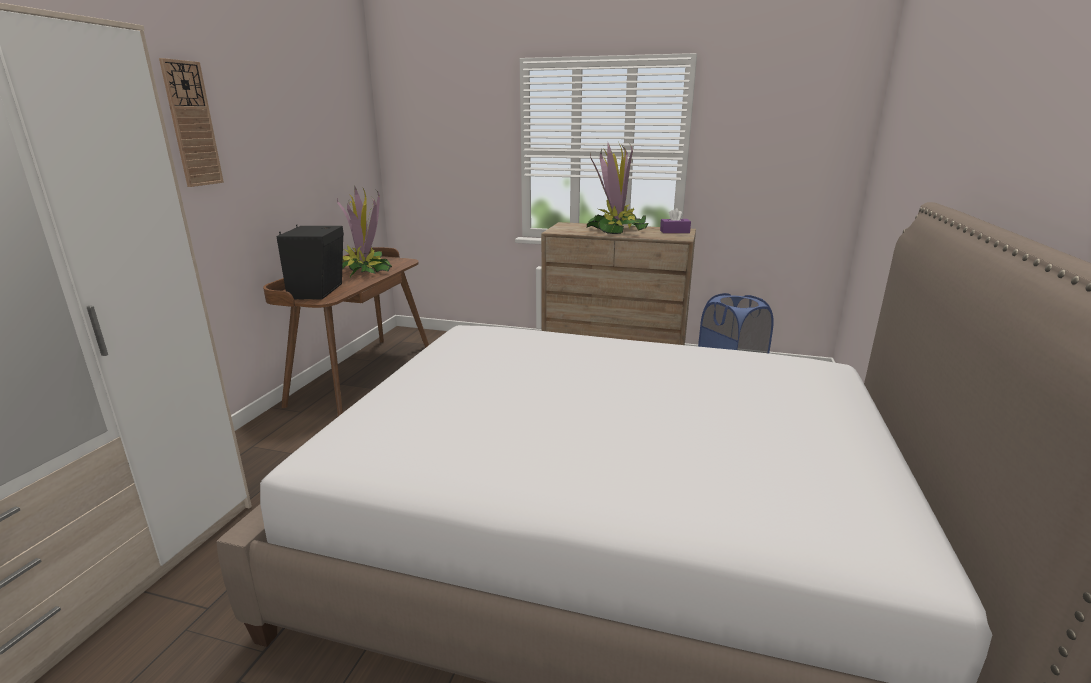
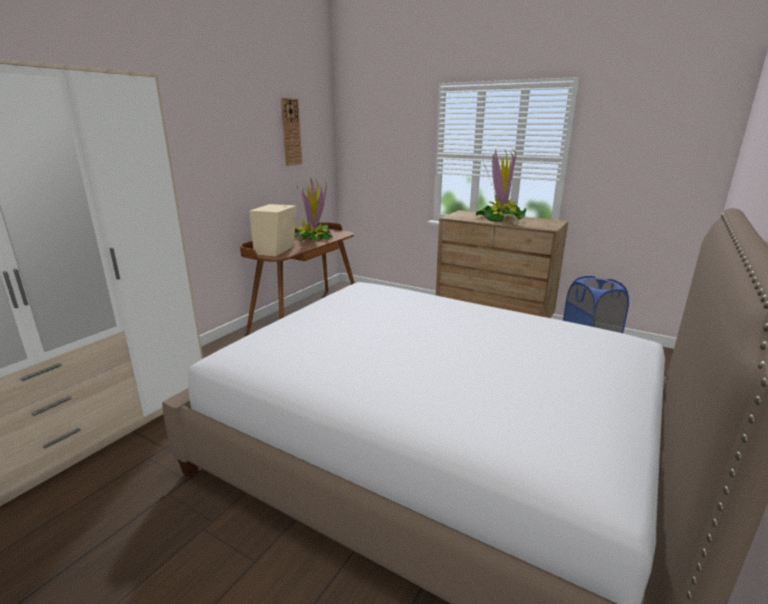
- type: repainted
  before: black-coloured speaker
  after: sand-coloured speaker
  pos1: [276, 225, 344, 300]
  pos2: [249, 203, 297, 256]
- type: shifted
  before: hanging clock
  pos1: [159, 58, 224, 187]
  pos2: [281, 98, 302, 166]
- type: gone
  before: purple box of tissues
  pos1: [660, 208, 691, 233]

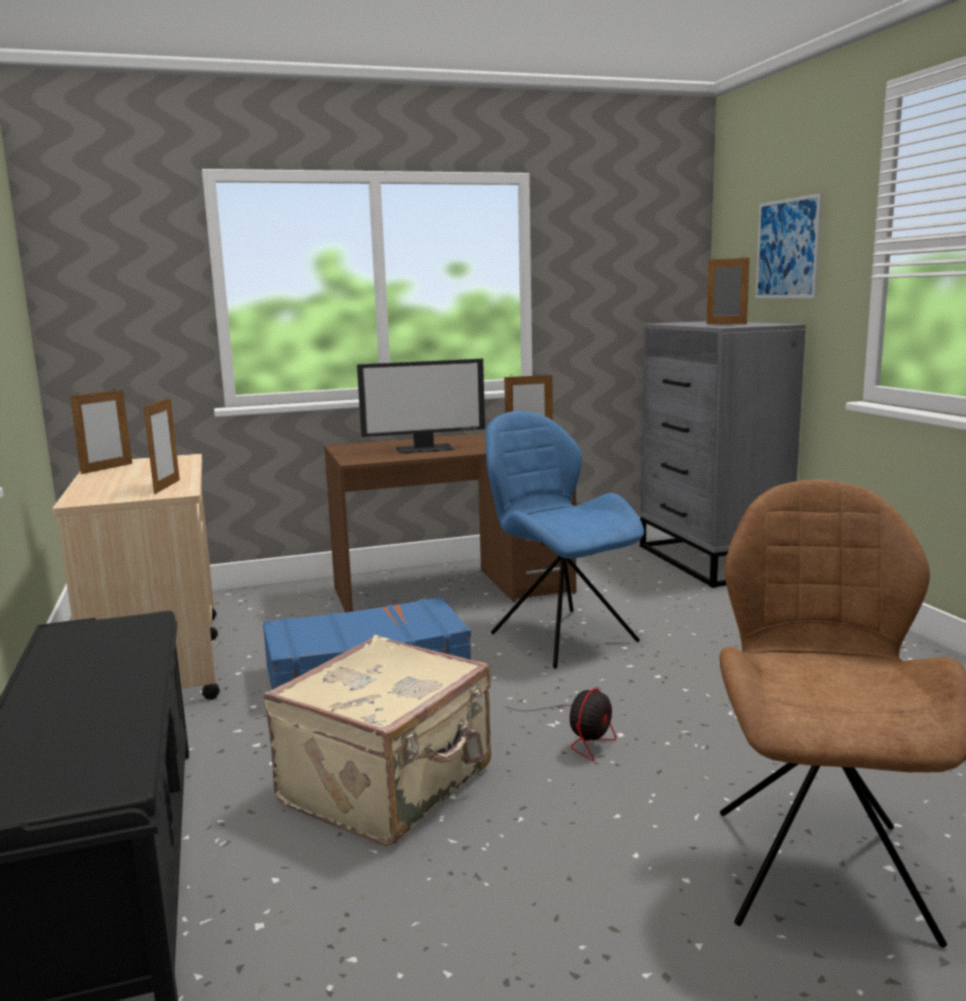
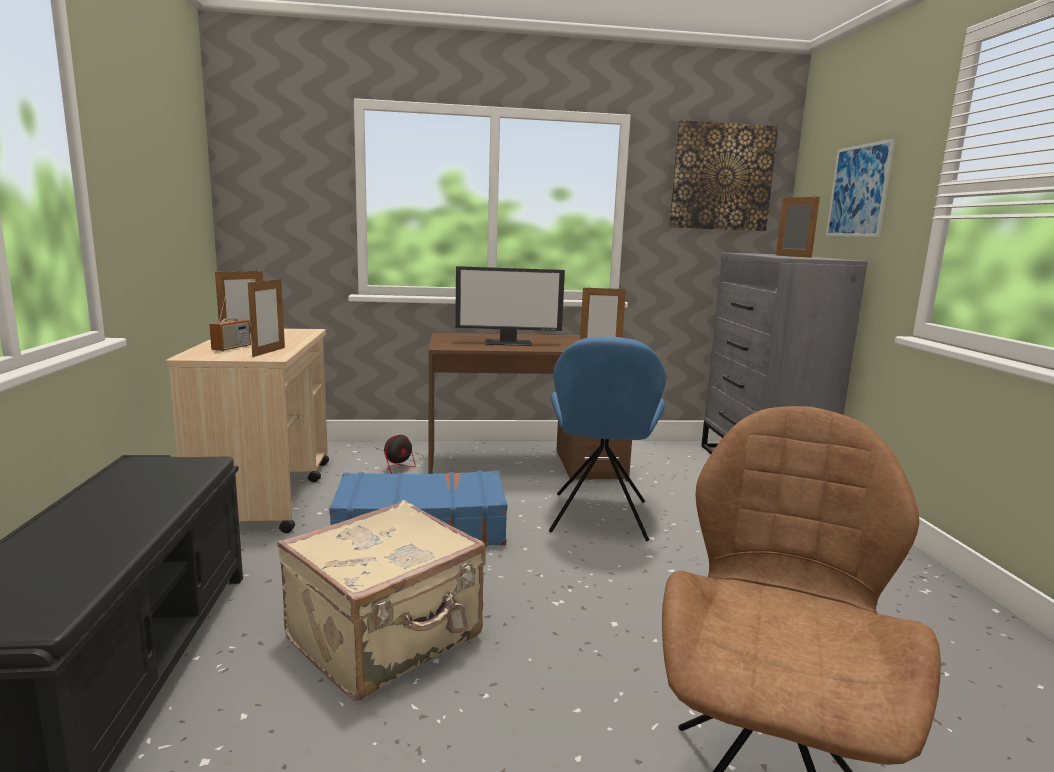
- type: new
  after: radio receiver
  pos2: [209, 291, 251, 352]
- type: shifted
  before: cooling fan
  pos1: [506, 689, 616, 761]
  pos2: [379, 435, 424, 474]
- type: rotated
  before: blue-coloured chair
  pos1: [485, 411, 644, 669]
  pos2: [549, 336, 666, 541]
  turn: -150
- type: new
  after: wall art
  pos2: [669, 120, 779, 231]

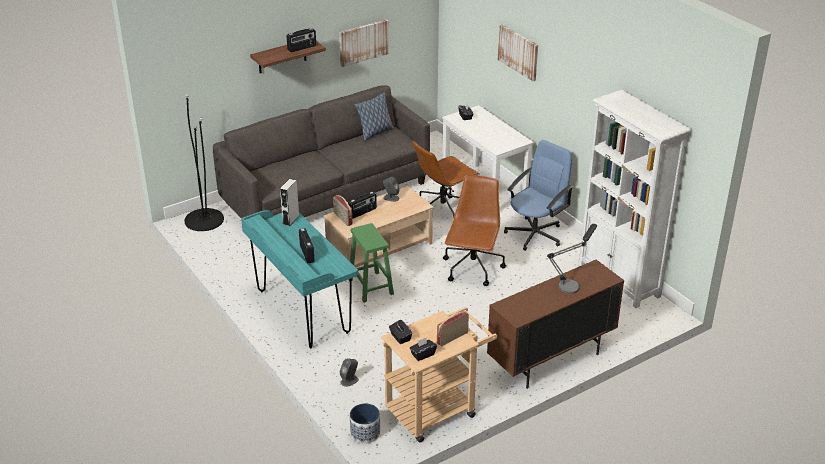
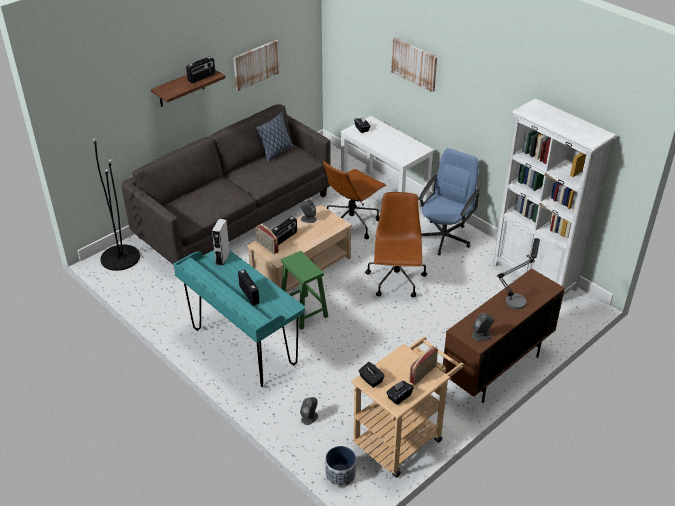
- type: new
  after: greyish speaker
  pos2: [472, 313, 494, 341]

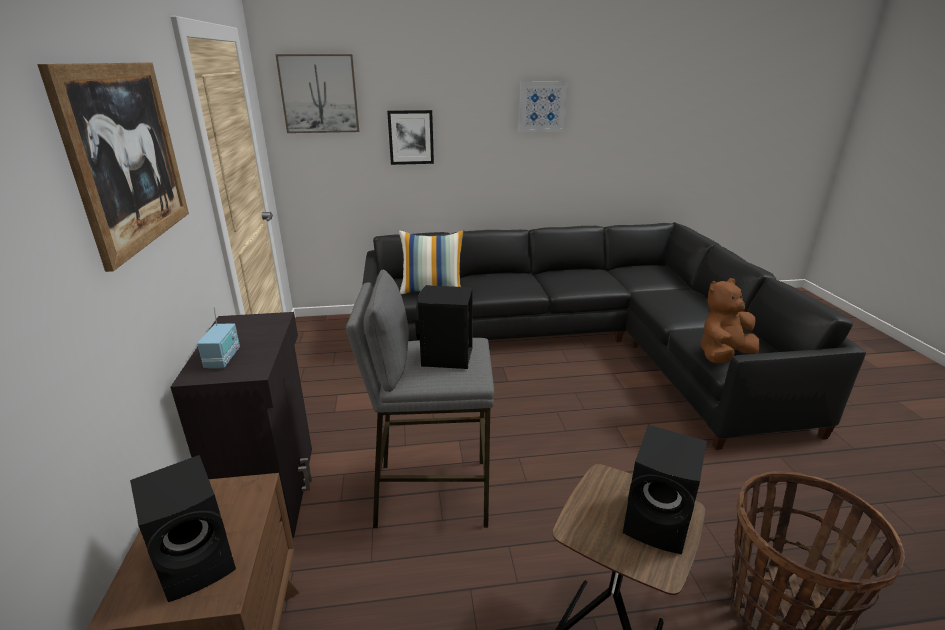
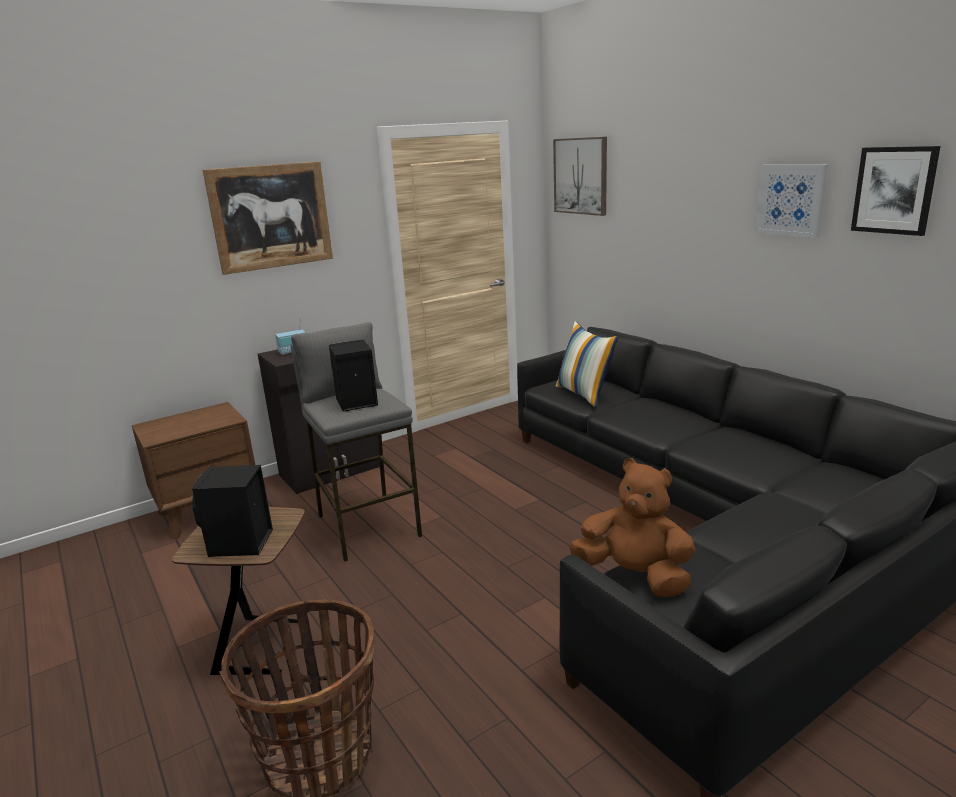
- type: shifted
  before: wall art
  pos1: [387, 110, 434, 165]
  pos2: [851, 146, 940, 236]
- type: gone
  before: black-coloured speaker
  pos1: [130, 455, 236, 602]

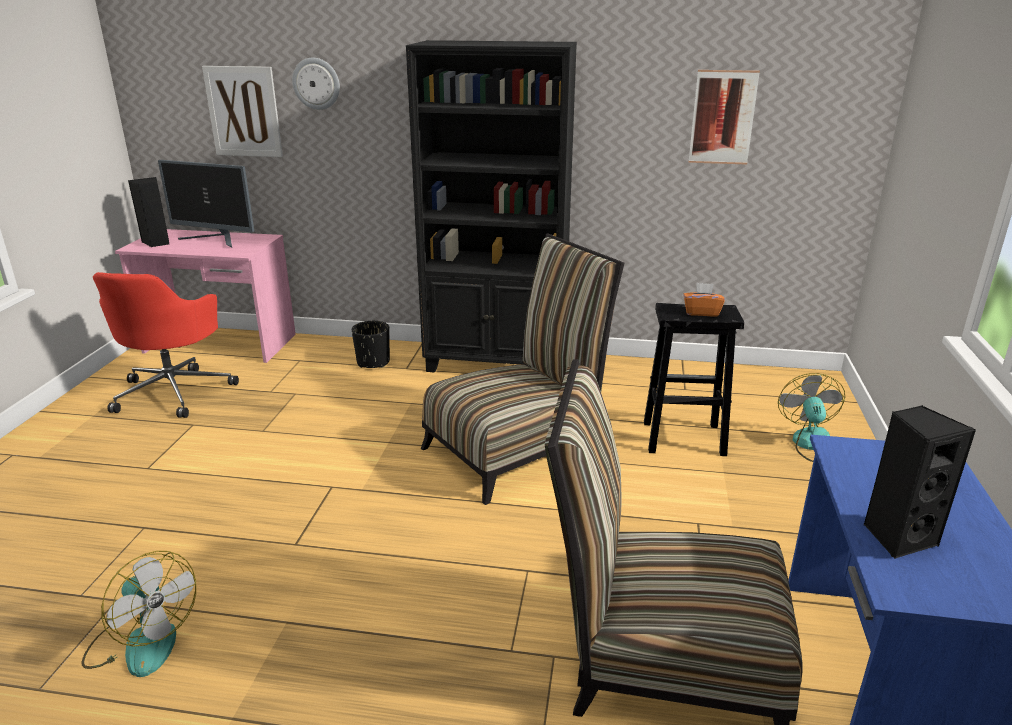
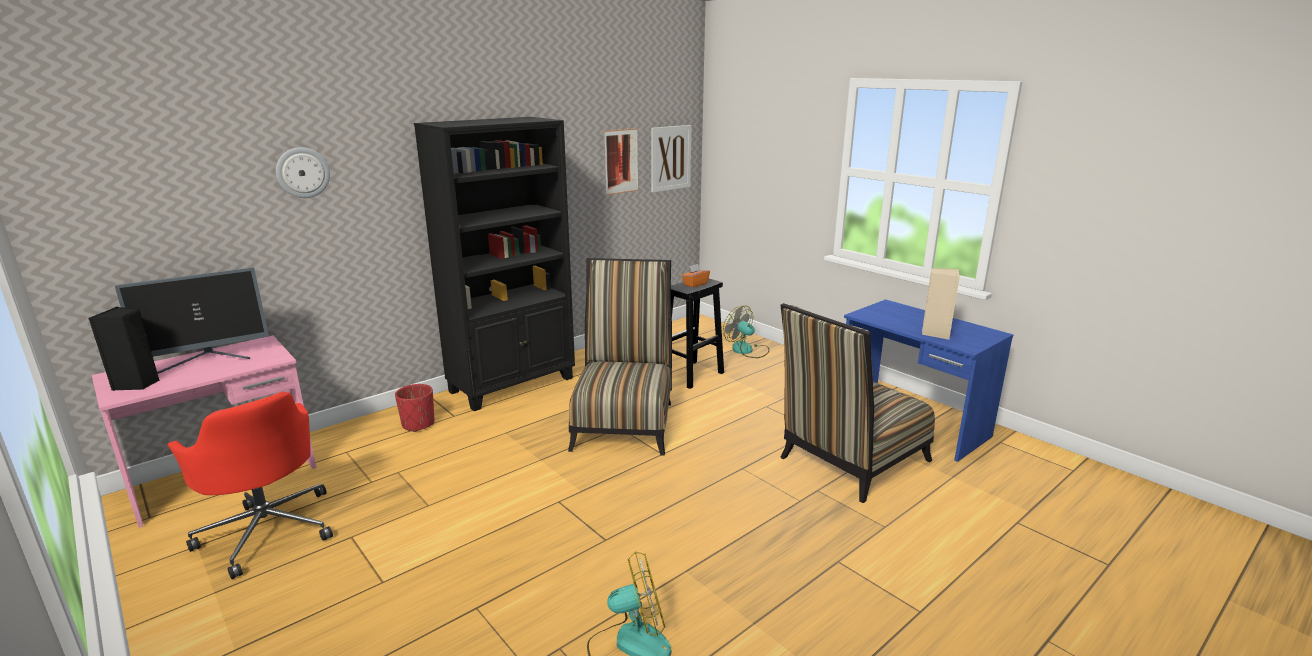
- type: repainted
  before: black-coloured flower pot
  after: red flower pot
  pos1: [352, 321, 390, 368]
  pos2: [395, 384, 435, 432]
- type: shifted
  before: wall art
  pos1: [202, 66, 283, 157]
  pos2: [651, 125, 691, 193]
- type: repainted
  before: black-coloured speaker
  after: sand-coloured speaker
  pos1: [864, 405, 976, 559]
  pos2: [922, 268, 960, 340]

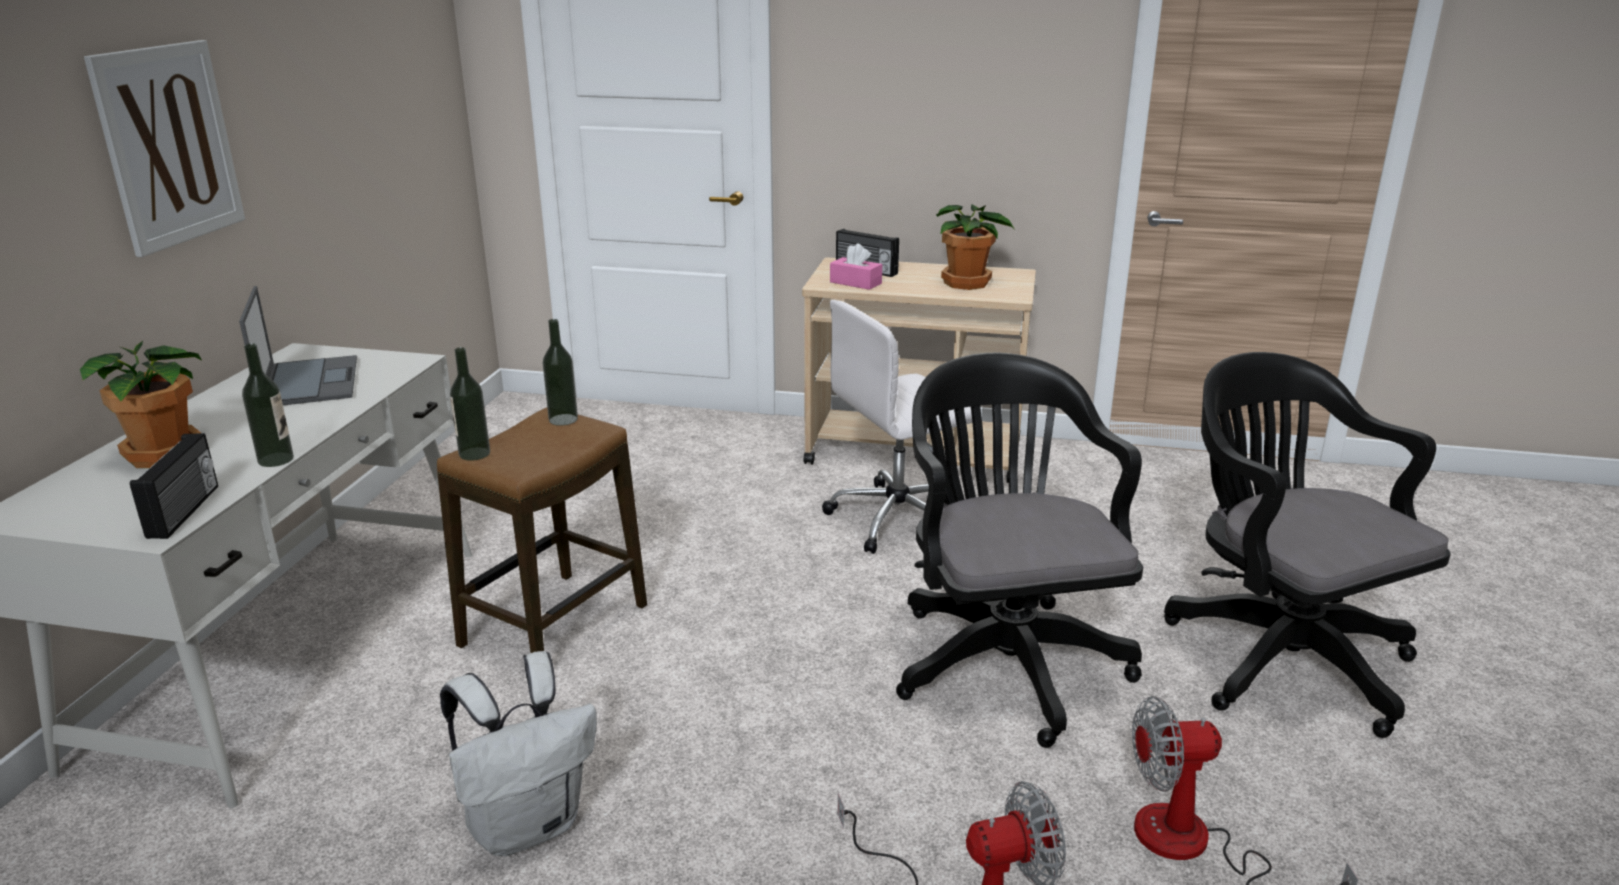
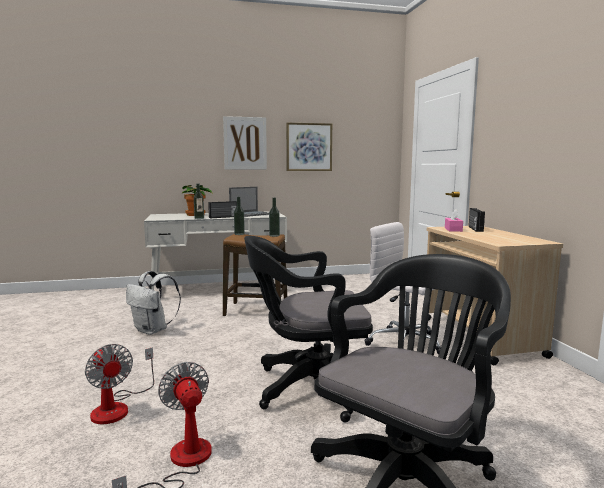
- type: shifted
  before: radio receiver
  pos1: [130, 433, 218, 539]
  pos2: [208, 201, 237, 218]
- type: rotated
  before: black-coloured desk chair
  pos1: [896, 353, 1143, 748]
  pos2: [244, 236, 373, 423]
  turn: -150
- type: new
  after: wall art
  pos2: [286, 123, 332, 171]
- type: gone
  before: plant in a pot
  pos1: [936, 204, 1015, 290]

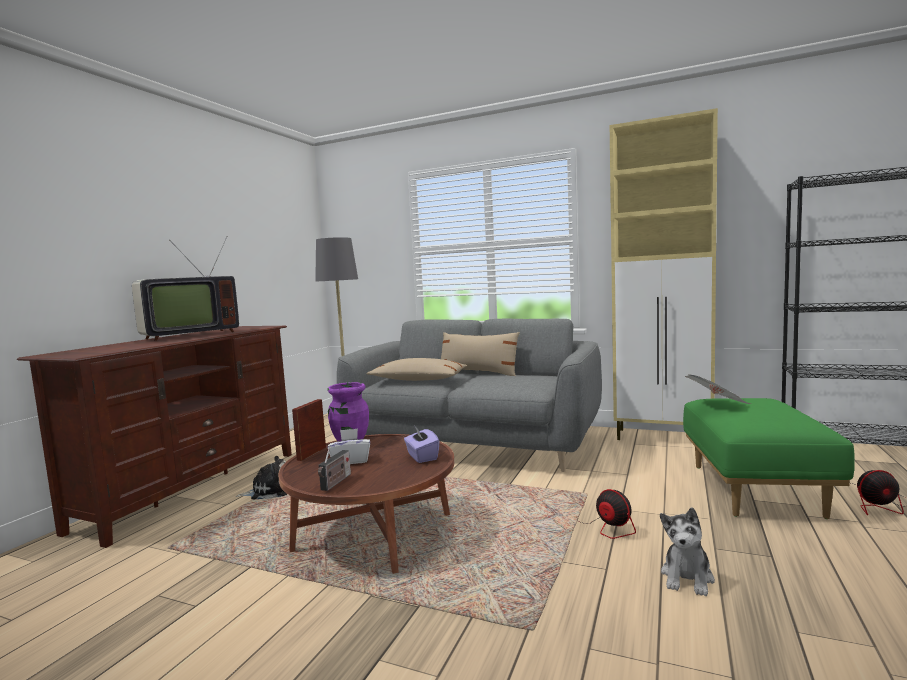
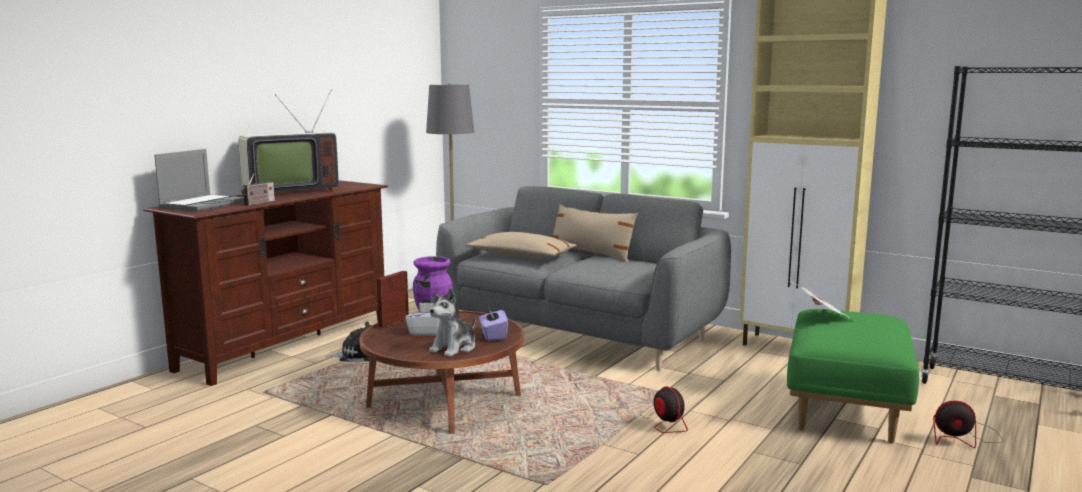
- type: new
  after: notebook computer
  pos2: [154, 149, 244, 211]
- type: shifted
  before: radio receiver
  pos1: [318, 446, 351, 491]
  pos2: [241, 173, 275, 206]
- type: shifted
  before: plush toy
  pos1: [660, 507, 715, 596]
  pos2: [429, 288, 476, 357]

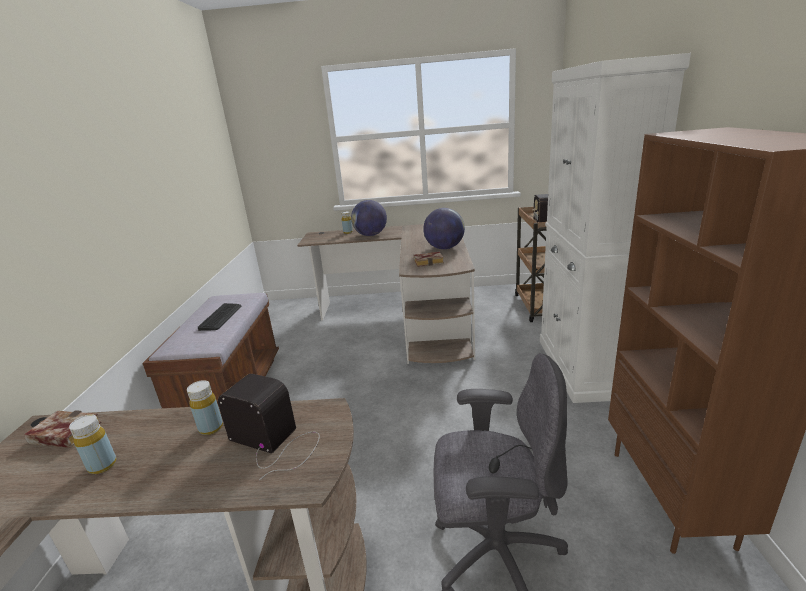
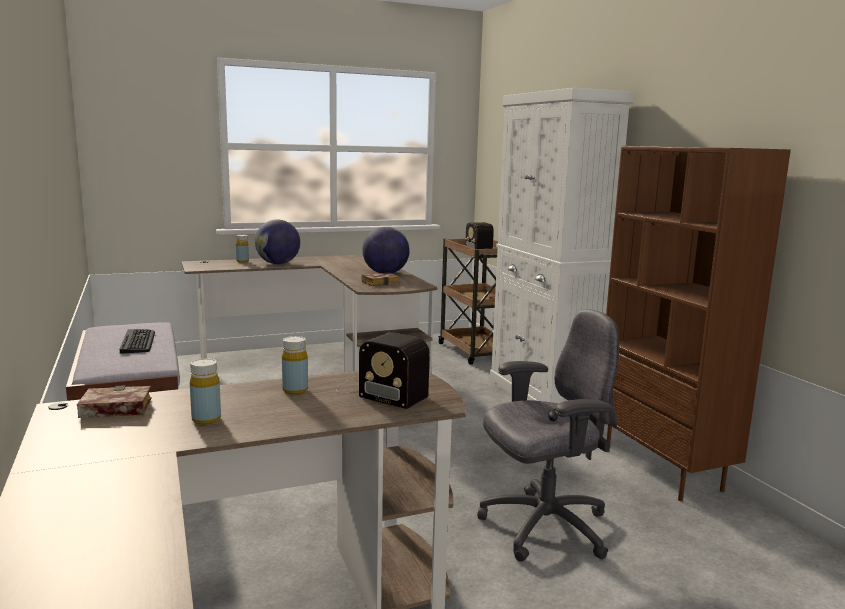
- type: rotated
  before: radio receiver
  pos1: [218, 374, 320, 481]
  pos2: [336, 332, 430, 409]
  turn: -150

